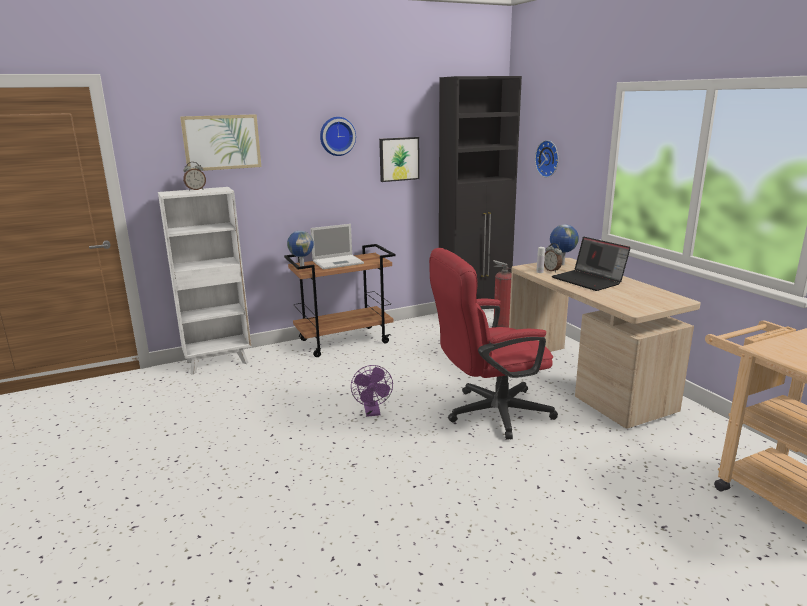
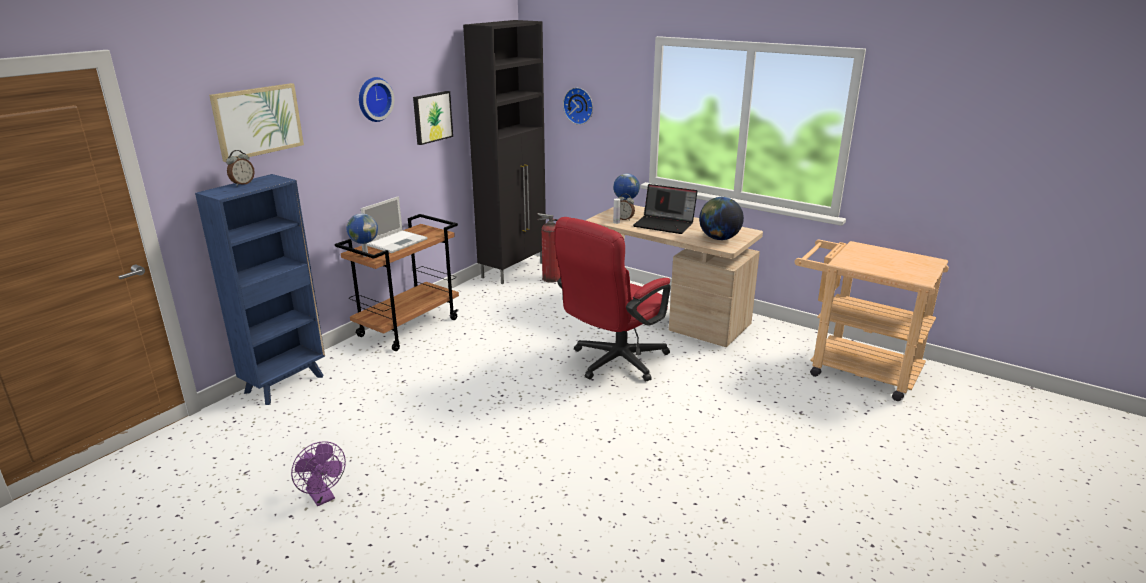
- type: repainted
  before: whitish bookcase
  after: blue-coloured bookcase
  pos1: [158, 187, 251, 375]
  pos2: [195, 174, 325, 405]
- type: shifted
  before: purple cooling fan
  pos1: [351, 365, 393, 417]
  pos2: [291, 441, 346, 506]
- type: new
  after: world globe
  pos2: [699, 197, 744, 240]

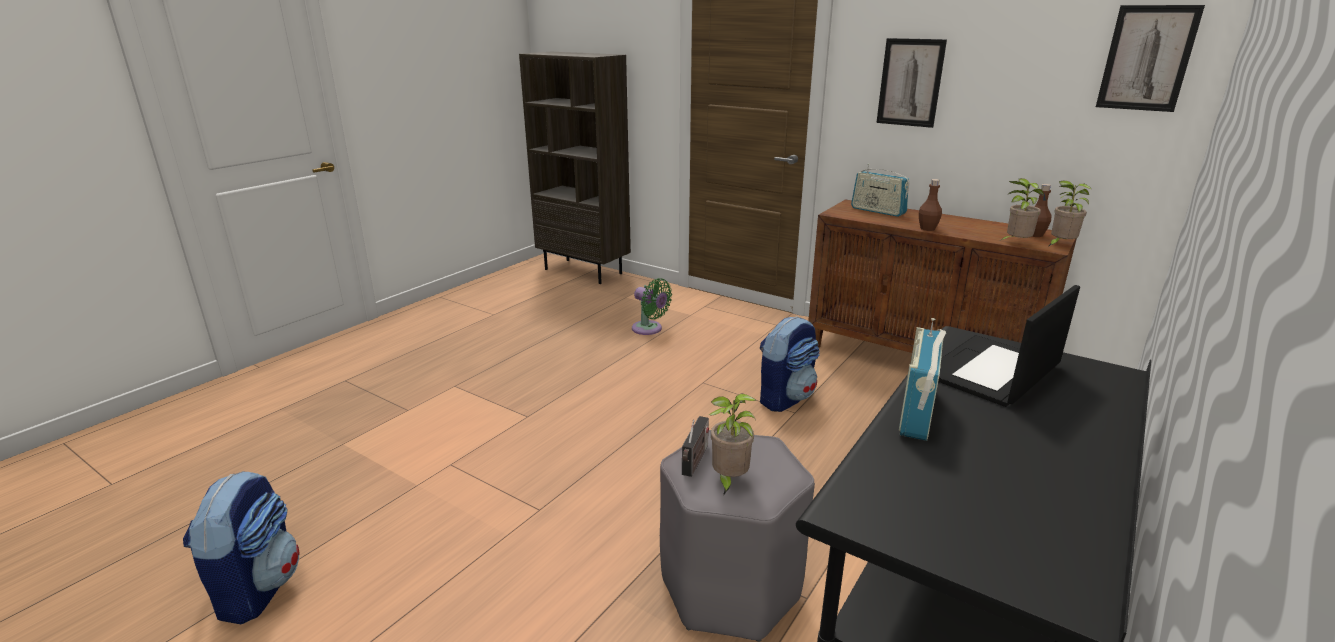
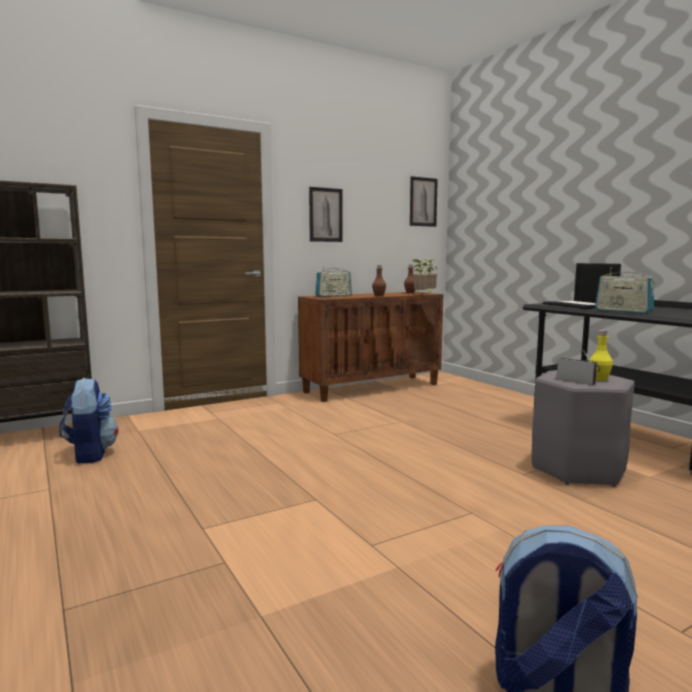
- type: shifted
  before: rucksack
  pos1: [760, 316, 820, 412]
  pos2: [59, 378, 118, 463]
- type: swapped
  before: plant in a pot
  after: yellow-coloured drink bottle
  pos1: [709, 393, 756, 495]
  pos2: [590, 330, 613, 381]
- type: gone
  before: green cooling fan
  pos1: [632, 278, 672, 335]

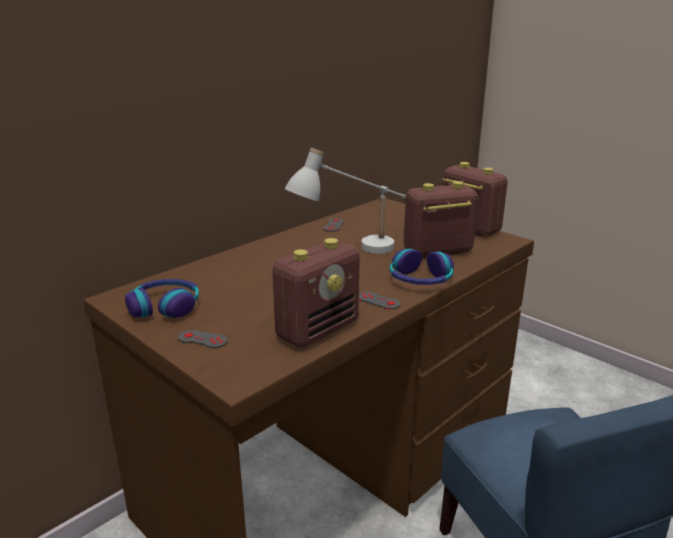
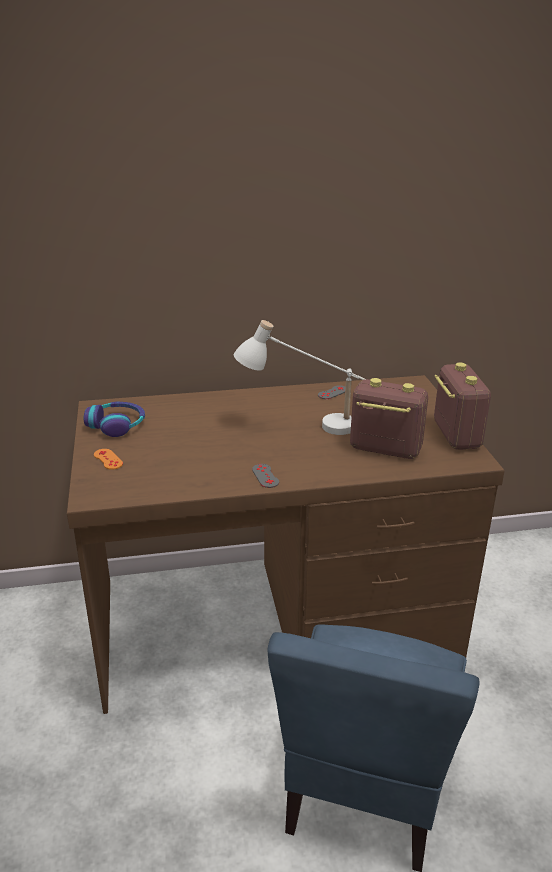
- type: repainted
  before: greyish joypad
  after: orange-coloured joypad
  pos1: [178, 330, 228, 348]
  pos2: [94, 449, 123, 470]
- type: gone
  before: radio receiver
  pos1: [272, 238, 360, 348]
- type: gone
  before: headphones
  pos1: [390, 249, 454, 285]

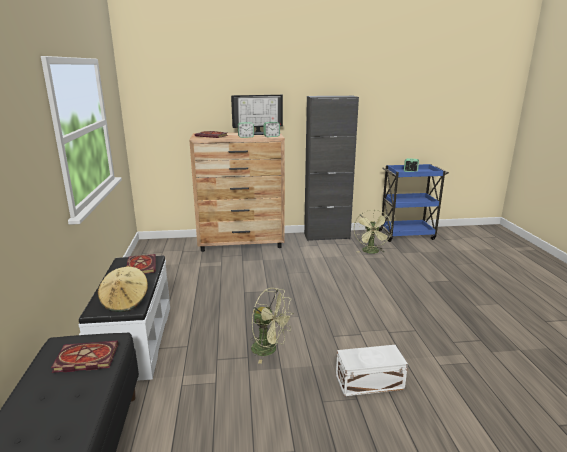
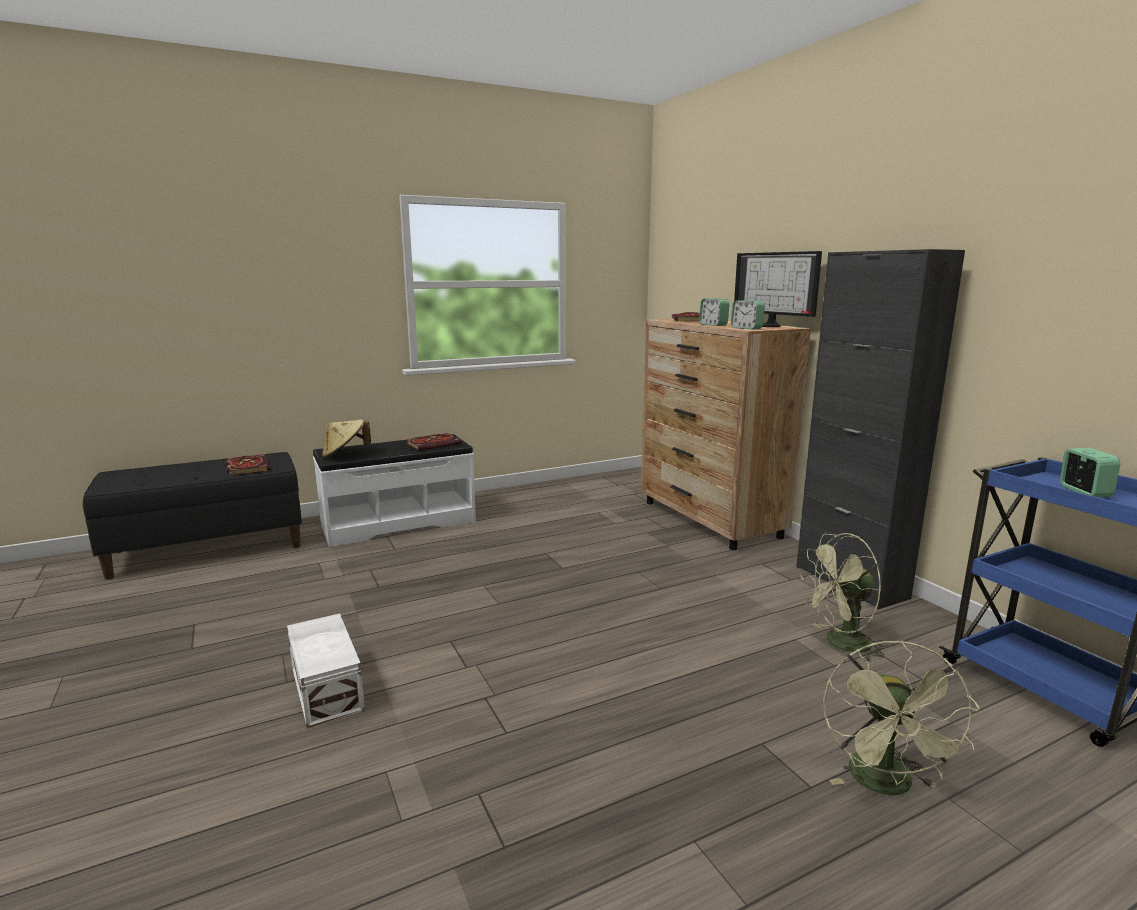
- type: shifted
  before: green cooling fan
  pos1: [250, 288, 294, 364]
  pos2: [823, 640, 979, 795]

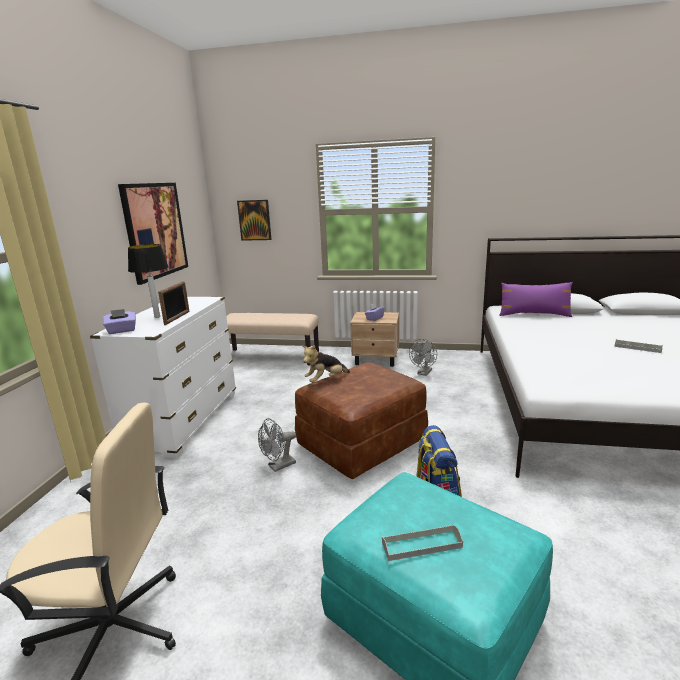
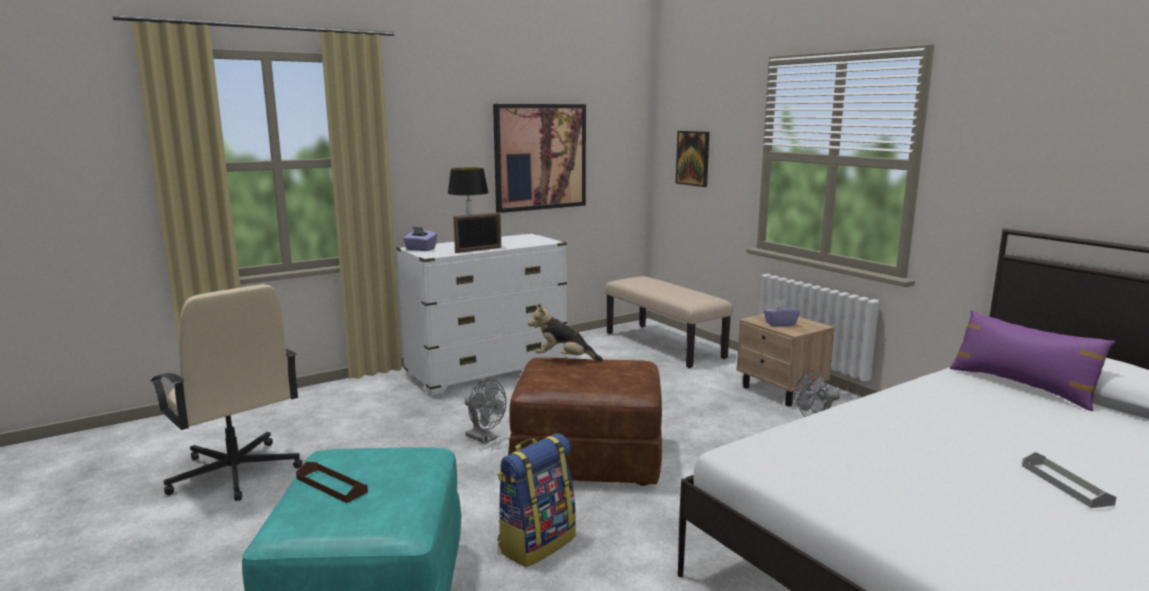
- type: repainted
  before: greyish tray
  after: brown-coloured tray
  pos1: [382, 525, 463, 561]
  pos2: [296, 462, 368, 503]
- type: rotated
  before: greyish cooling fan
  pos1: [258, 418, 296, 472]
  pos2: [464, 379, 506, 444]
  turn: -150

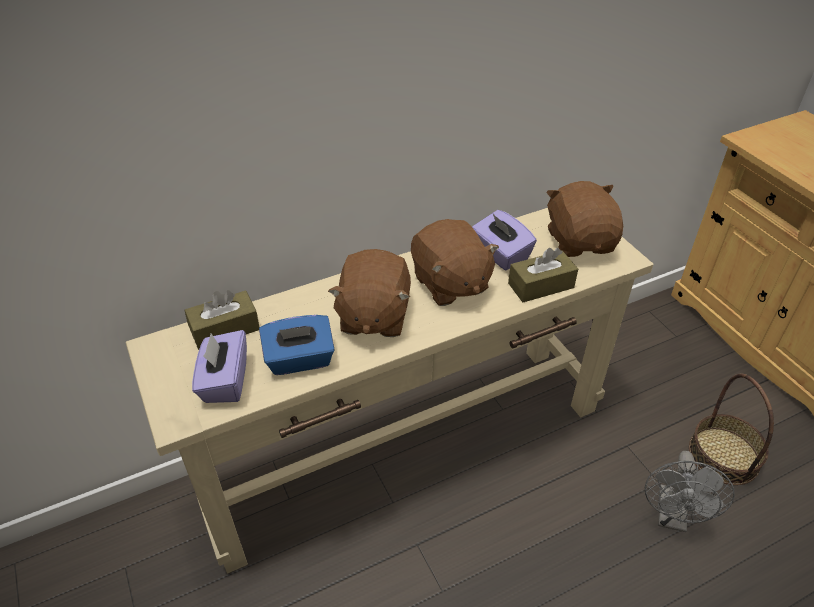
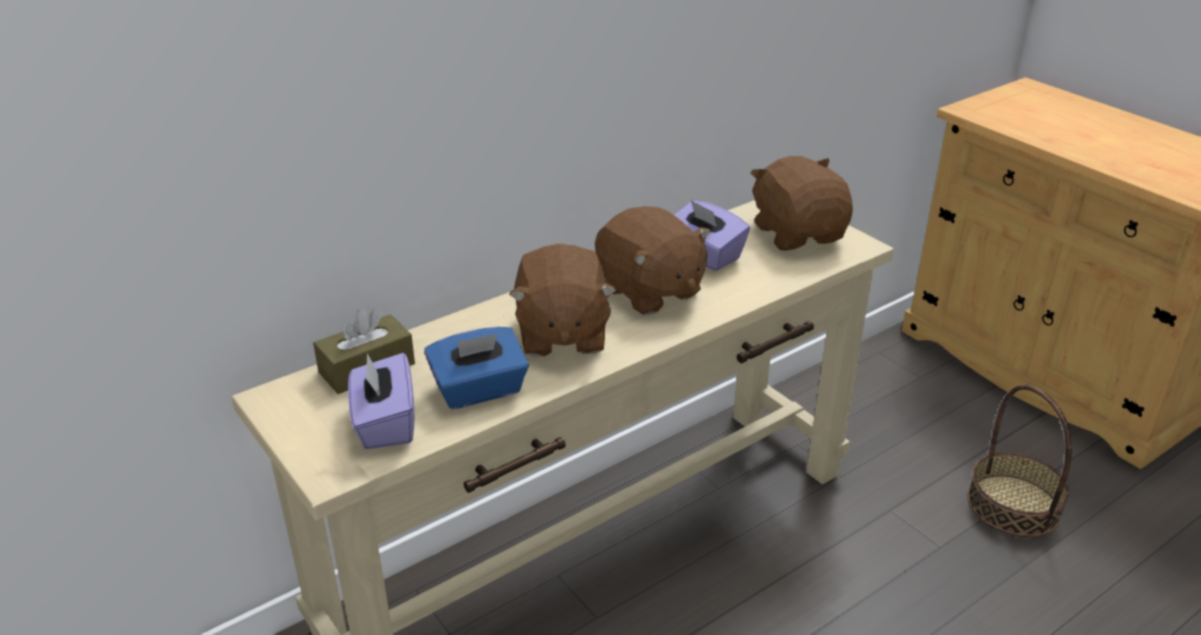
- type: gone
  before: brown-coloured box of tissues
  pos1: [508, 248, 578, 302]
- type: gone
  before: greyish cooling fan
  pos1: [645, 451, 735, 532]

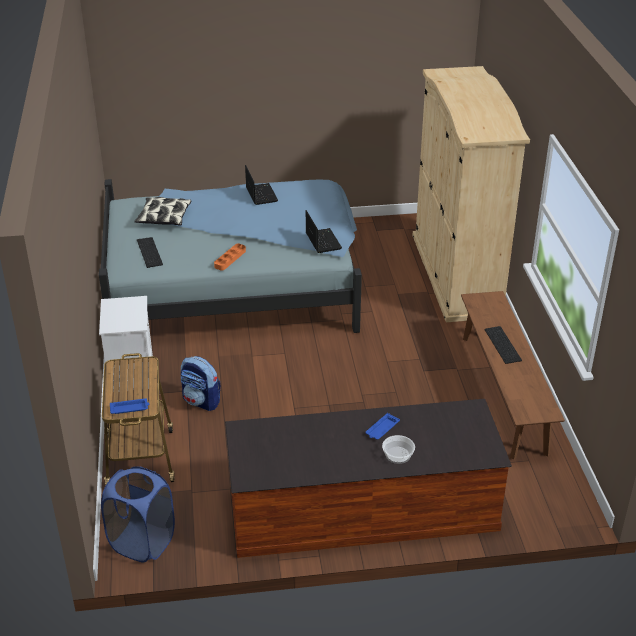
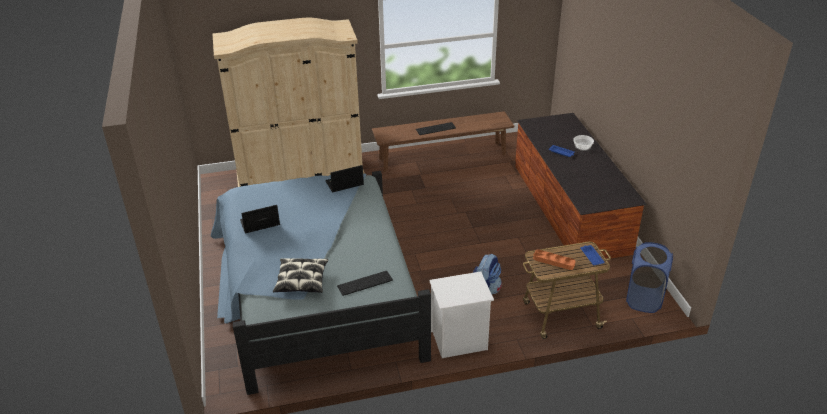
- type: shifted
  before: orange-coloured tray
  pos1: [214, 243, 246, 271]
  pos2: [533, 250, 576, 270]

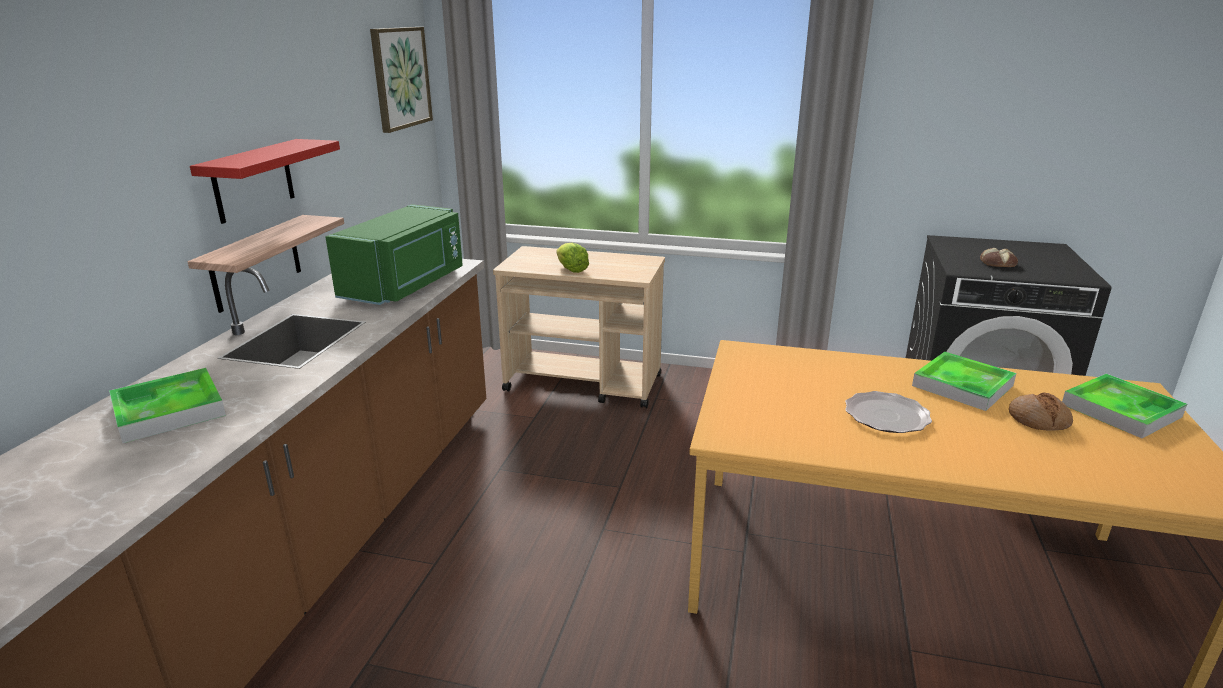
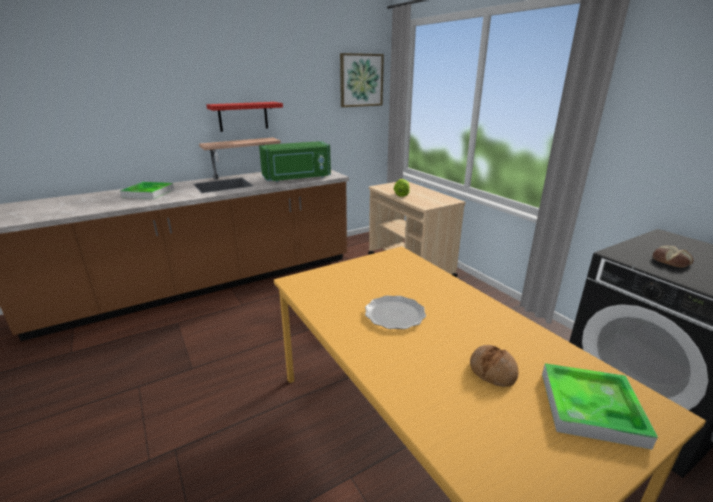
- type: gone
  before: tray
  pos1: [912, 352, 1016, 411]

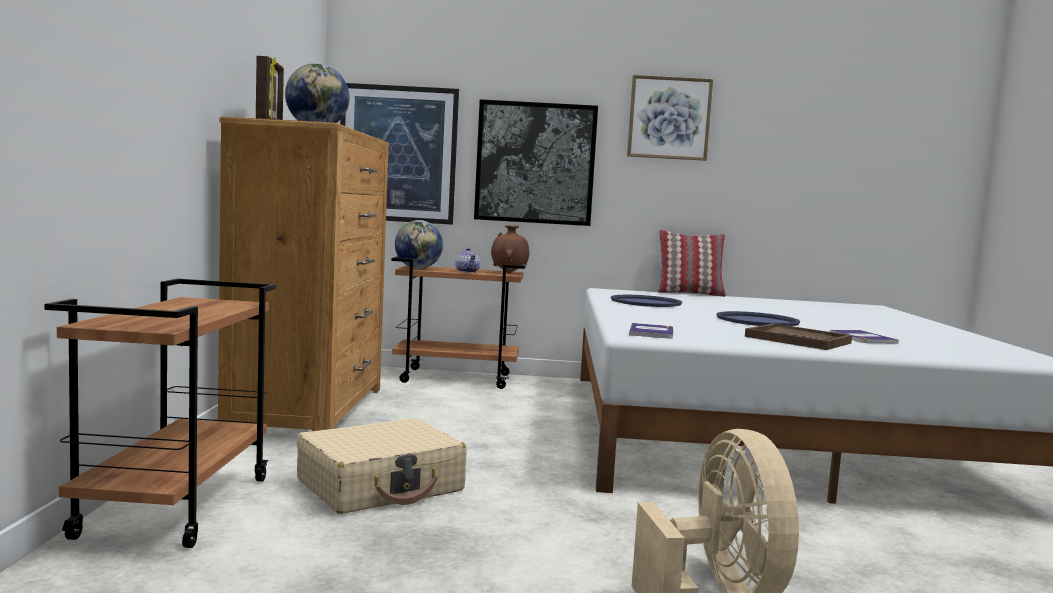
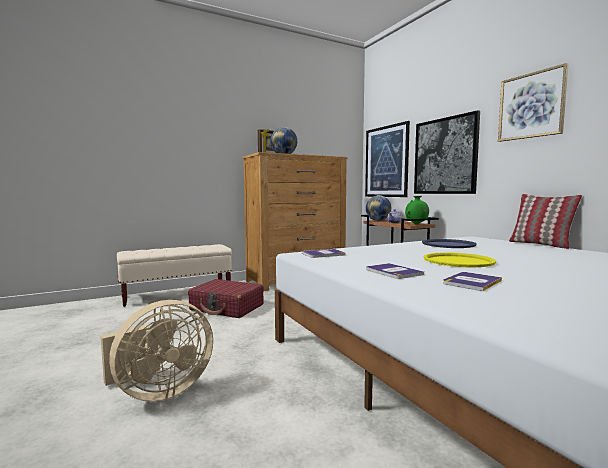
- type: swapped
  before: brown-coloured trolley
  after: sand-coloured indoor bench
  pos1: [44, 279, 276, 548]
  pos2: [117, 244, 232, 307]
- type: repainted
  before: sand-coloured piece of luggage
  after: red piece of luggage
  pos1: [296, 418, 466, 514]
  pos2: [188, 279, 264, 318]
- type: swapped
  before: brown-coloured tray
  after: book
  pos1: [745, 324, 852, 350]
  pos2: [366, 263, 424, 279]
- type: repainted
  before: brown-coloured flower vase
  after: green flower vase
  pos1: [491, 225, 529, 273]
  pos2: [405, 196, 429, 224]
- type: repainted
  before: blue-coloured tray
  after: yellow-coloured tray
  pos1: [717, 311, 800, 326]
  pos2: [423, 252, 496, 267]

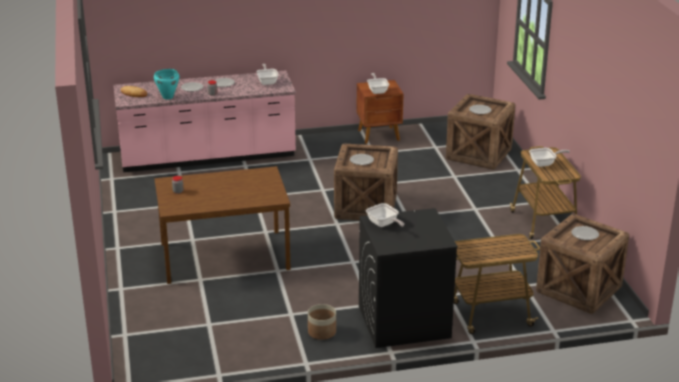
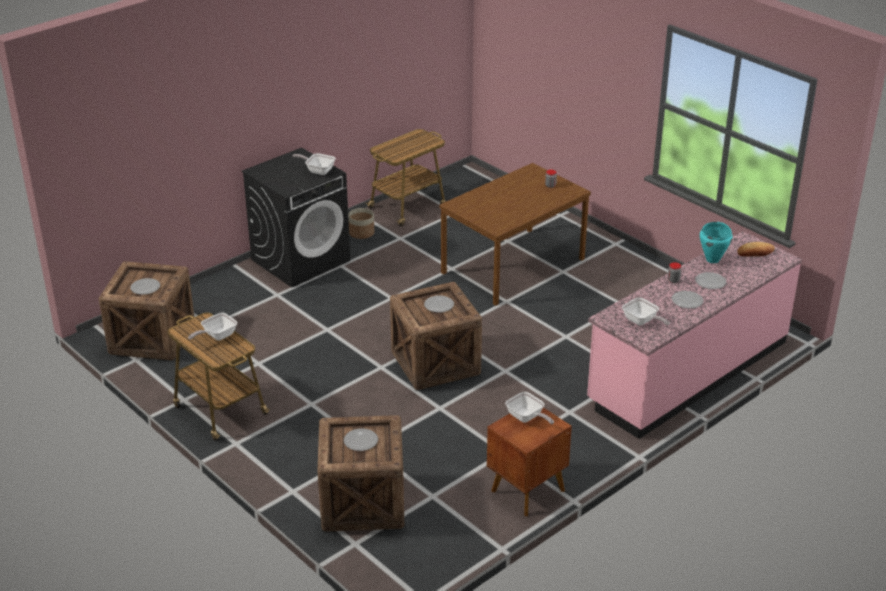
- type: shifted
  before: trolley
  pos1: [454, 234, 540, 334]
  pos2: [366, 129, 446, 226]

